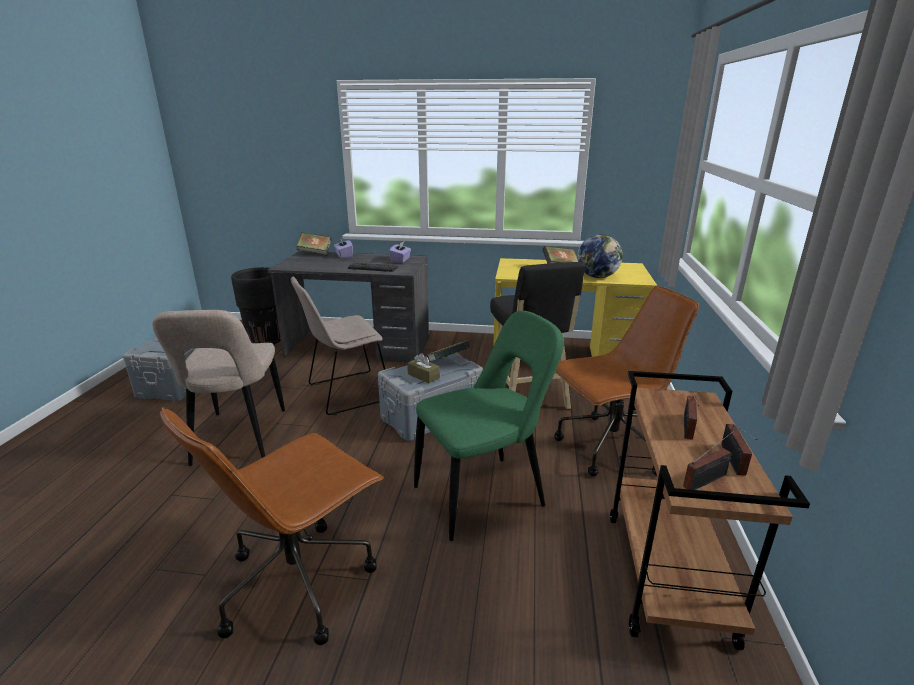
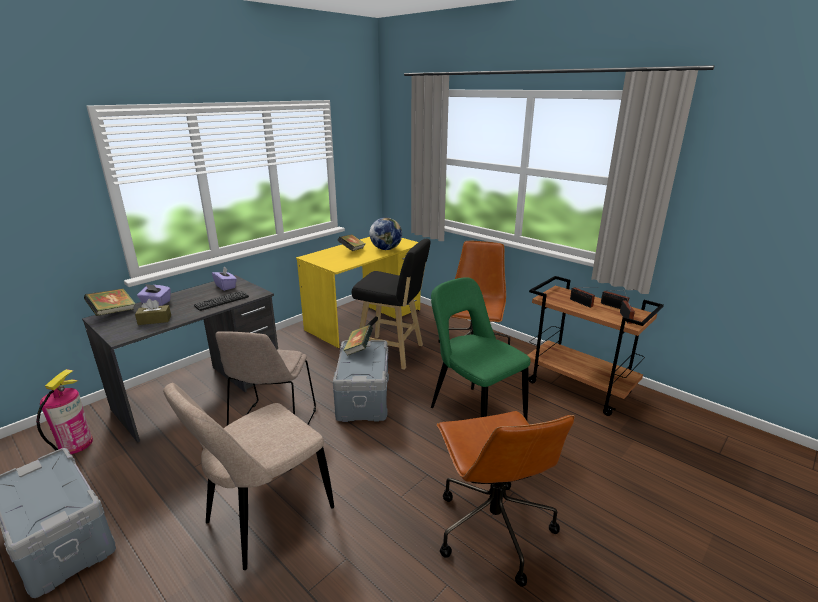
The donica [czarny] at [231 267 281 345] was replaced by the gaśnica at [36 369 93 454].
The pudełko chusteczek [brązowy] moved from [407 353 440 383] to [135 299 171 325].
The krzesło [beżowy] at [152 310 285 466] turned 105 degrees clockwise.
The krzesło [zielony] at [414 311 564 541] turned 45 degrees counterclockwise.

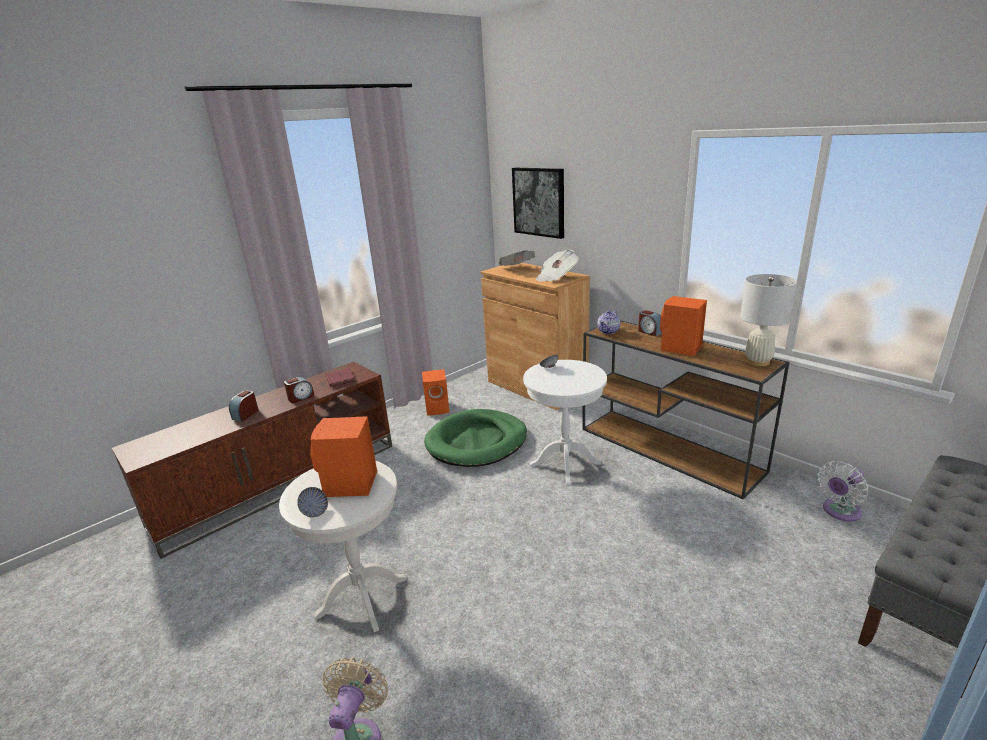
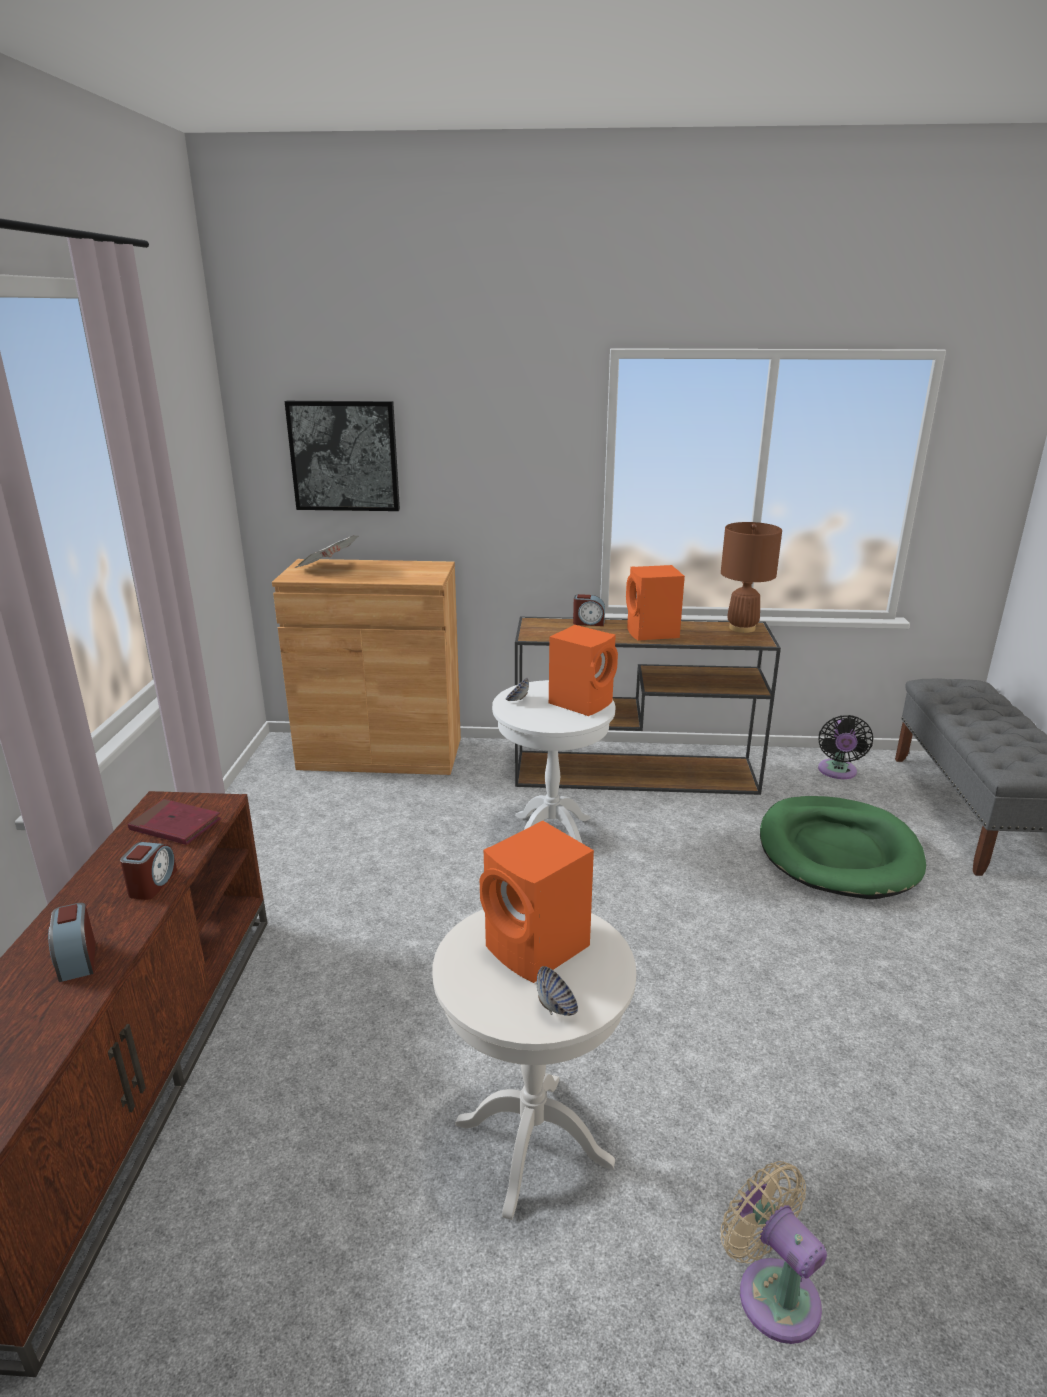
The głośnik [pomarańczowy] moved from [422 369 450 415] to [549 625 618 716].
The lampa stołowa [biały] at [740 274 797 366] became the lampa stołowa [brązowy] at [721 522 782 633].
The legowisko [zielony] moved from [424 409 527 467] to [760 796 926 899].
The wentylator [biały] at [817 461 869 522] became the wentylator [czarny] at [818 715 873 779].
The gazeta at [536 249 579 281] disappeared.
The imbryk at [597 310 620 334] disappeared.

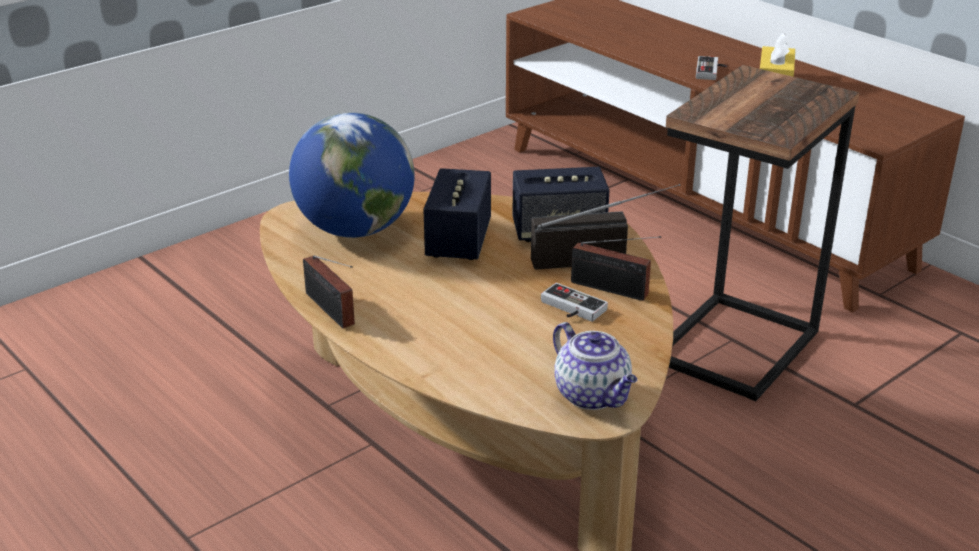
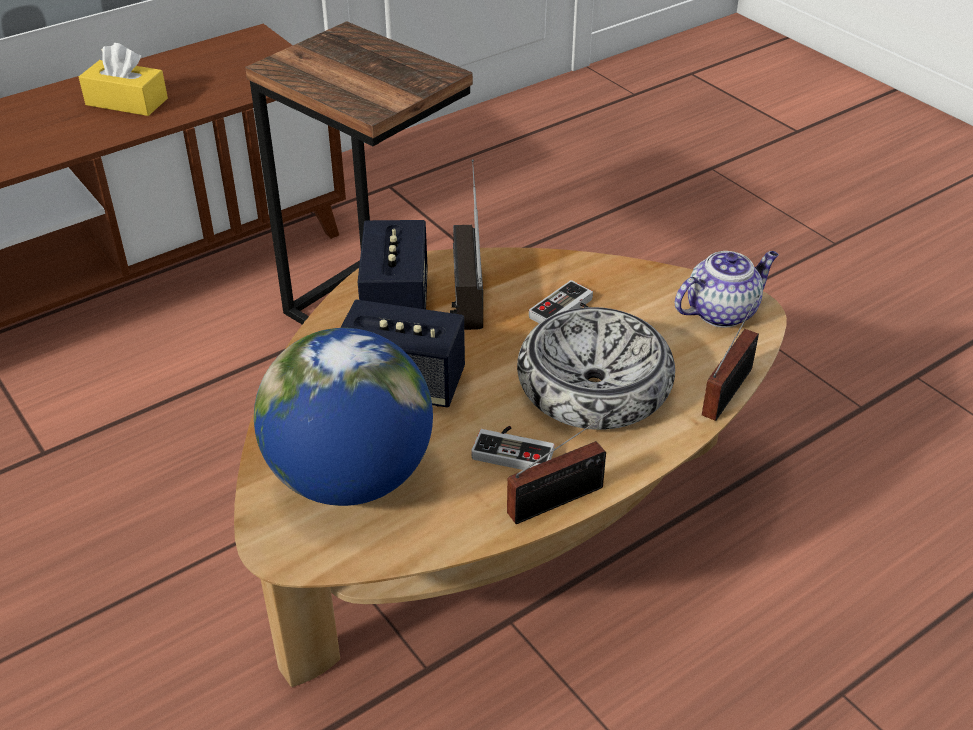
The pad do gier moved from [696 56 727 80] to [471 426 554 470].
The miska at [517 307 675 430] appeared.
The radio moved from [571 236 661 301] to [702 295 760 421].

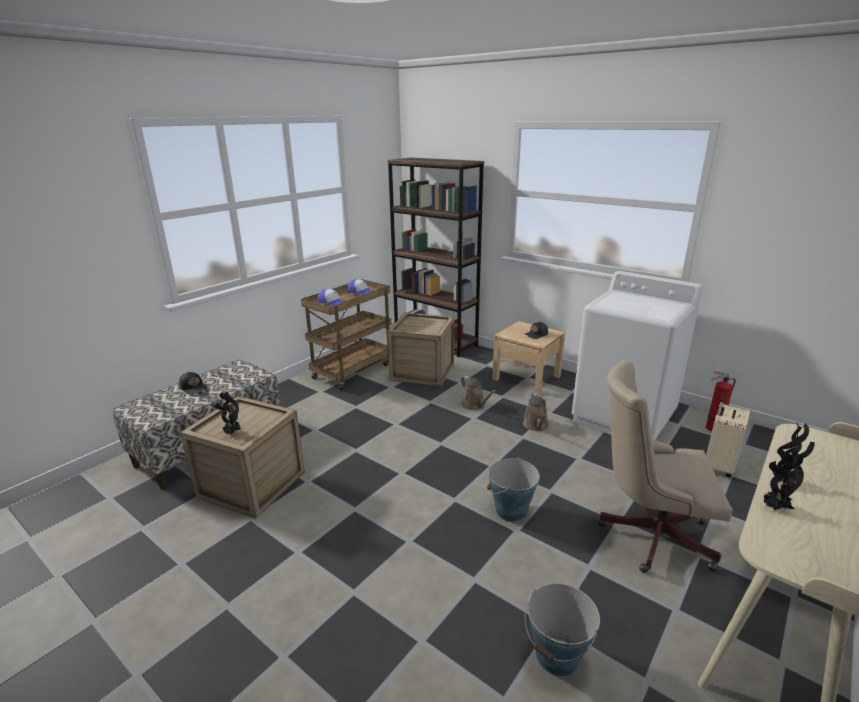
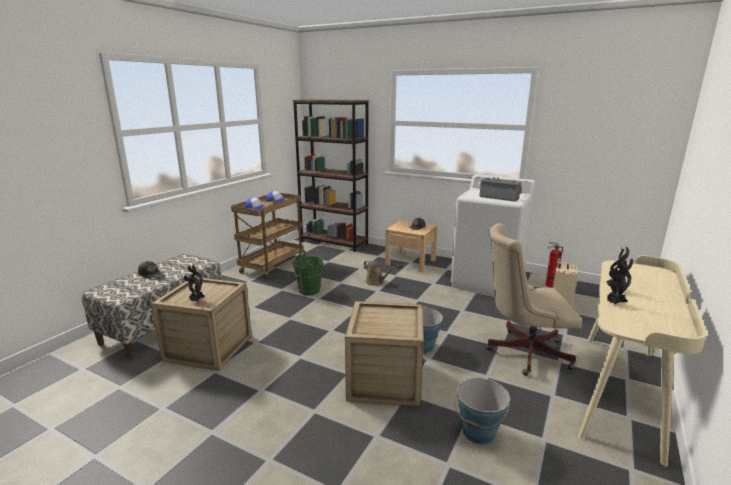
The wiadro [zielony] at [293 250 323 295] appeared.
The skrzynka moved from [387 312 454 387] to [345 301 424 407].
The radio at [480 177 522 201] appeared.
The konewka [brązowy] at [523 393 549 431] disappeared.

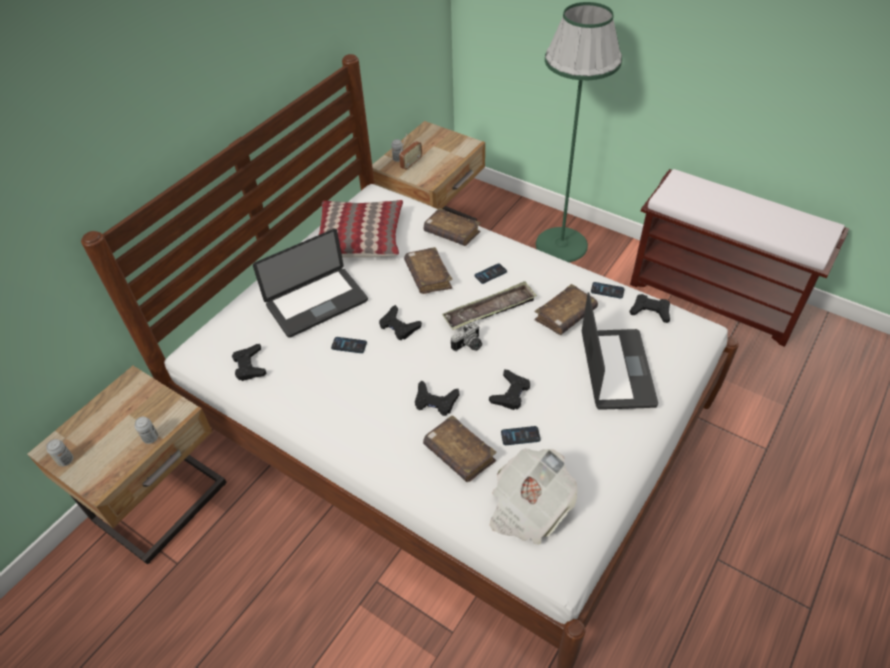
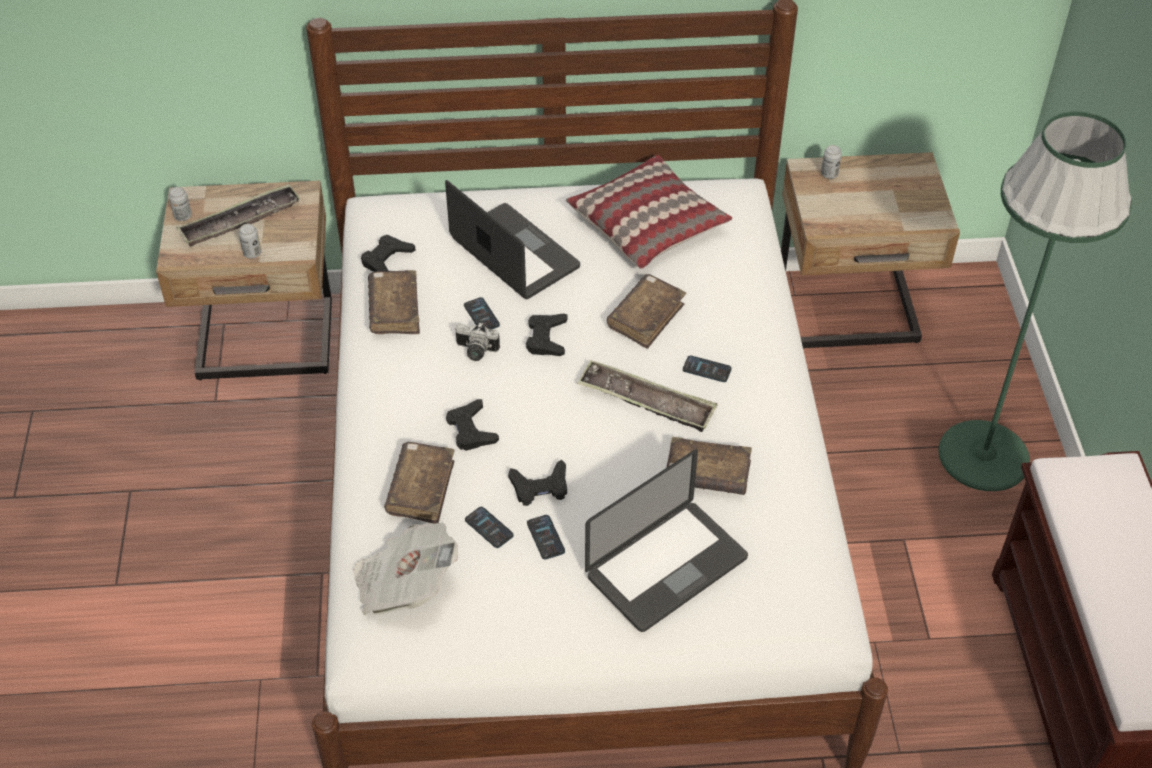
The taca at [176 183 301 247] appeared.
The książka [brązowy] moved from [424 208 481 246] to [368 270 420 334].
The laptop at [253 229 368 338] turned 150 degrees counterclockwise.
The aparat fotograficzny moved from [451 322 482 351] to [456 322 500 361].
The telefon moved from [591 282 625 299] to [527 515 565 560].
The radio at [399 133 422 170] disappeared.
The pad do gier [czarny] at [630 294 670 323] disappeared.

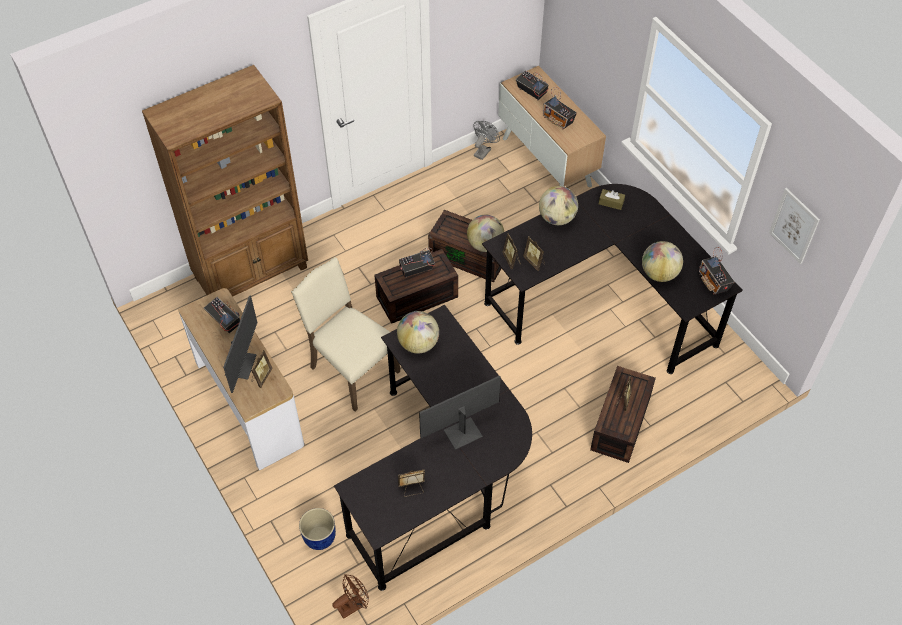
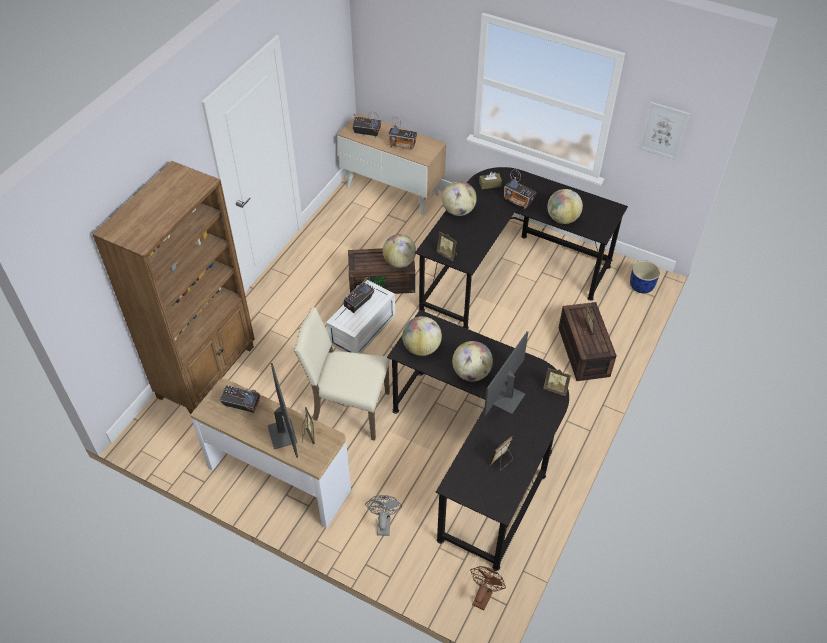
The pojemnik do przechowywania [brązowy] at [374 249 458 324] became the pojemnik do przechowywania [biały] at [326 280 395 354].
The wentylator [szary] moved from [473 121 500 160] to [365 495 402 536].
The globus at [452 341 493 381] appeared.
The radio moved from [699 247 734 295] to [504 169 537 209].
The ramka na zdjęcie moved from [523 237 545 271] to [543 368 571 396].
The donica [niebieski] moved from [299 508 336 550] to [630 261 660 293].

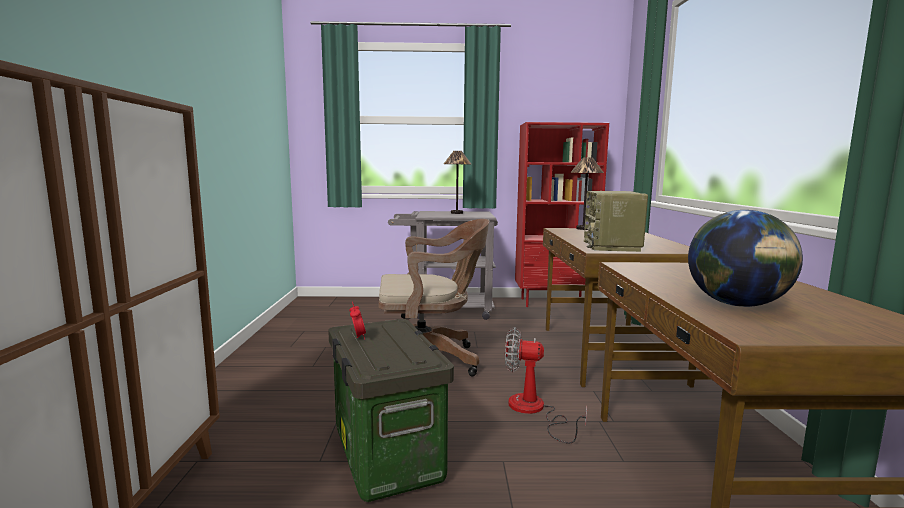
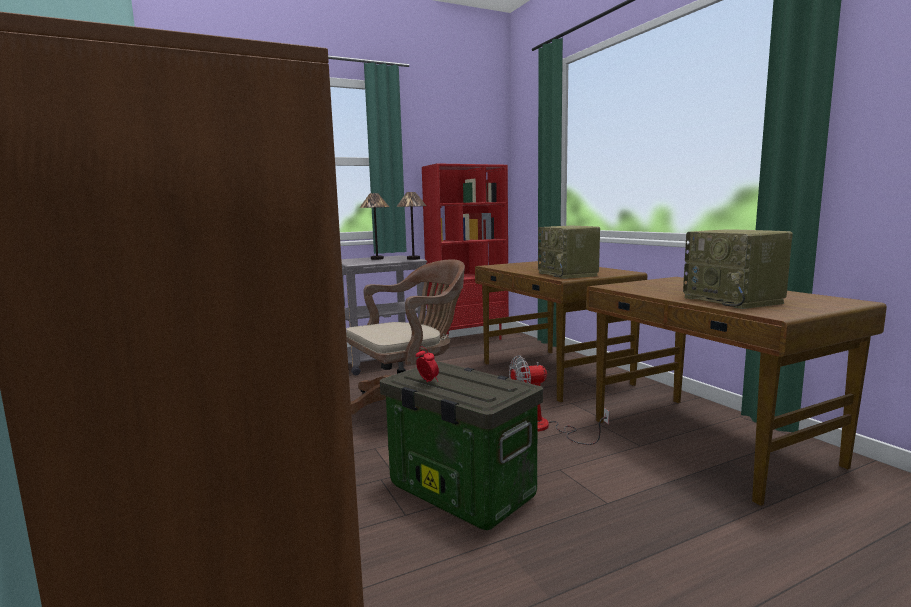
The lampa stołowa moved from [570 157 604 230] to [396 192 426 260].
The globus at [688 210 803 307] was replaced by the radio at [683 229 793 309].

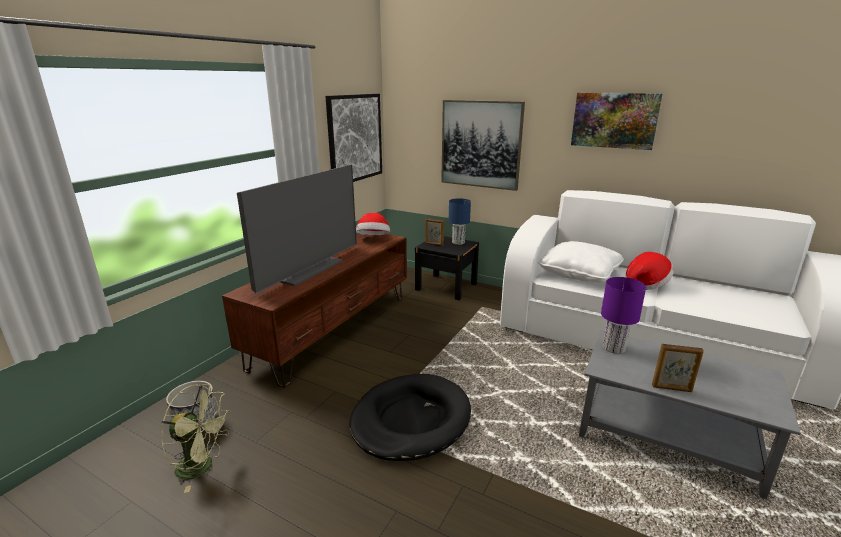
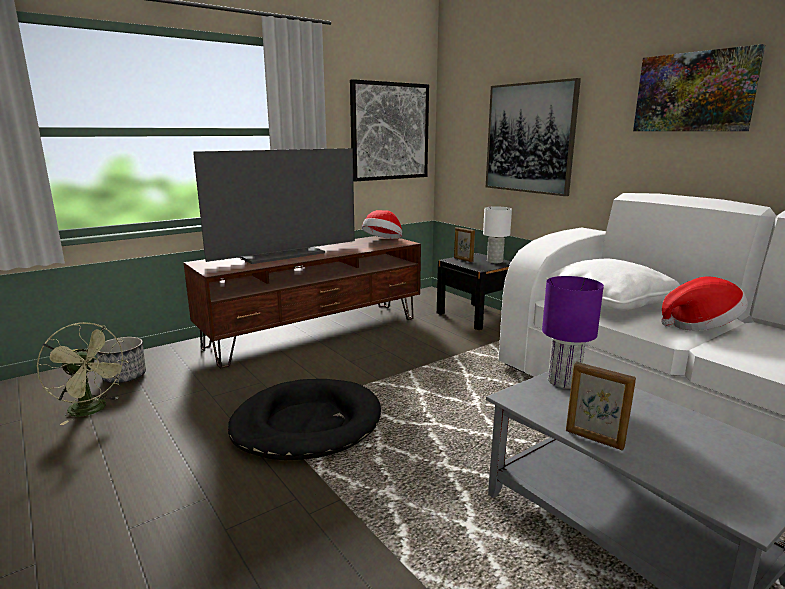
The lampa stołowa [niebieski] at [449 198 471 245] became the lampa stołowa [biały] at [483 206 512 263].

